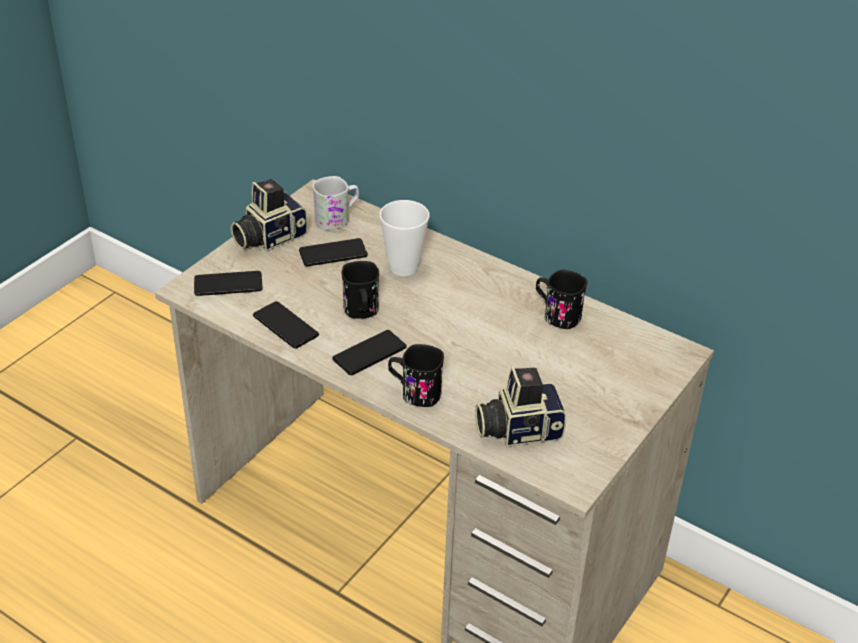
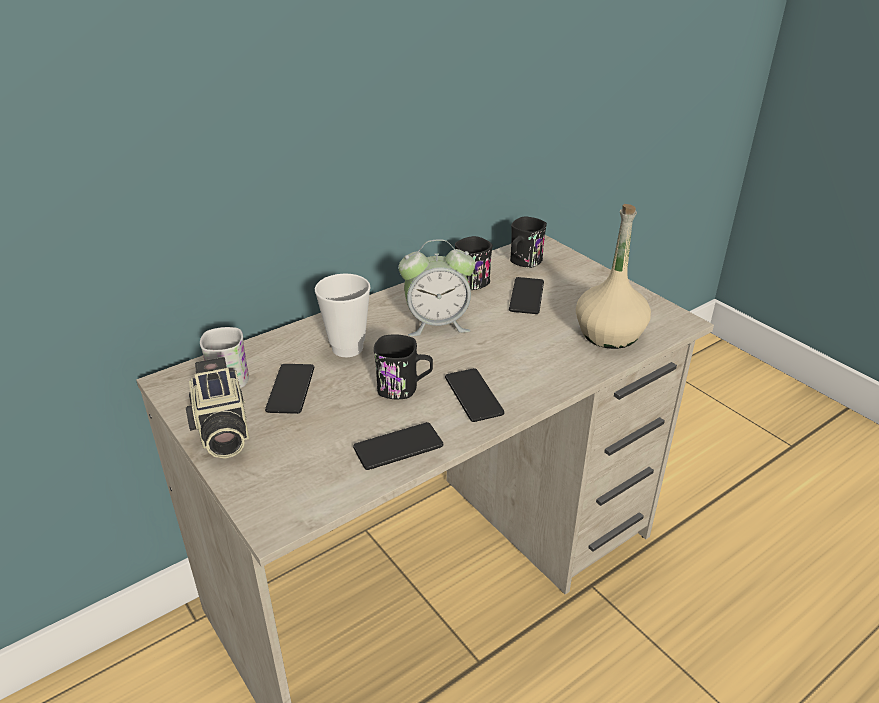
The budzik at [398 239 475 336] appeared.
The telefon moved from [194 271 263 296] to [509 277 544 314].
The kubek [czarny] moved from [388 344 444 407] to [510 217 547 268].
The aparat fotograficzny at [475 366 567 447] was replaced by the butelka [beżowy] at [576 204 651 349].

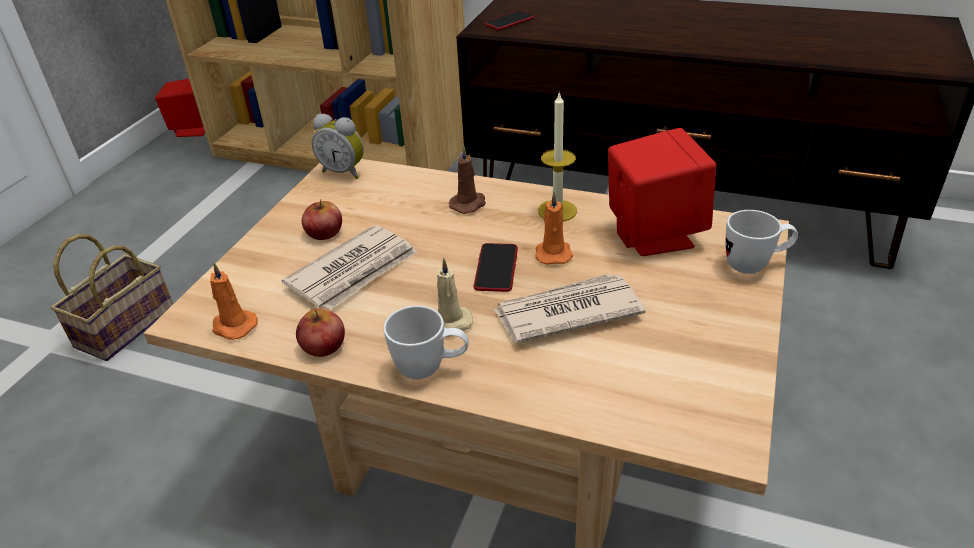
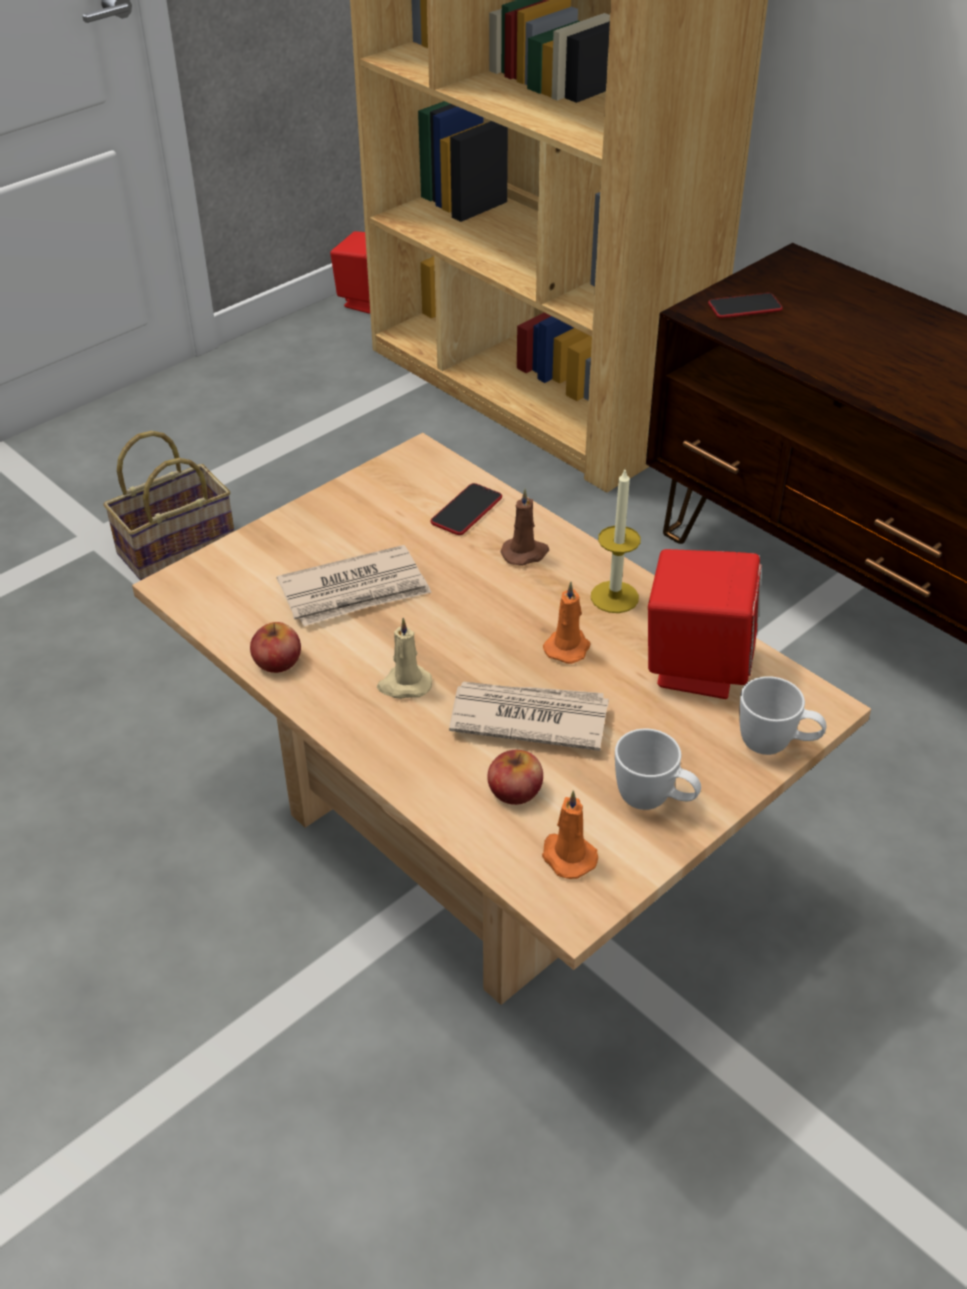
The telefon moved from [473 243 518 292] to [430 483 502 535].
The jabłko moved from [302 200 342 240] to [487 750 543 805].
The świeca [pomarańczowy] moved from [210 262 258 340] to [542 790 598 879].
The kubek [biały] moved from [383 306 469 379] to [615 728 701 810].
The budzik at [312 114 364 179] disappeared.

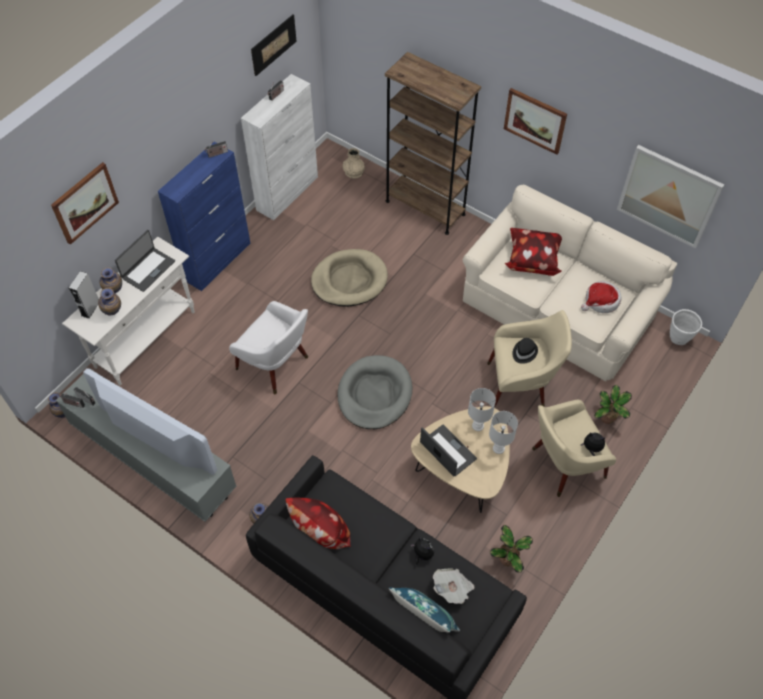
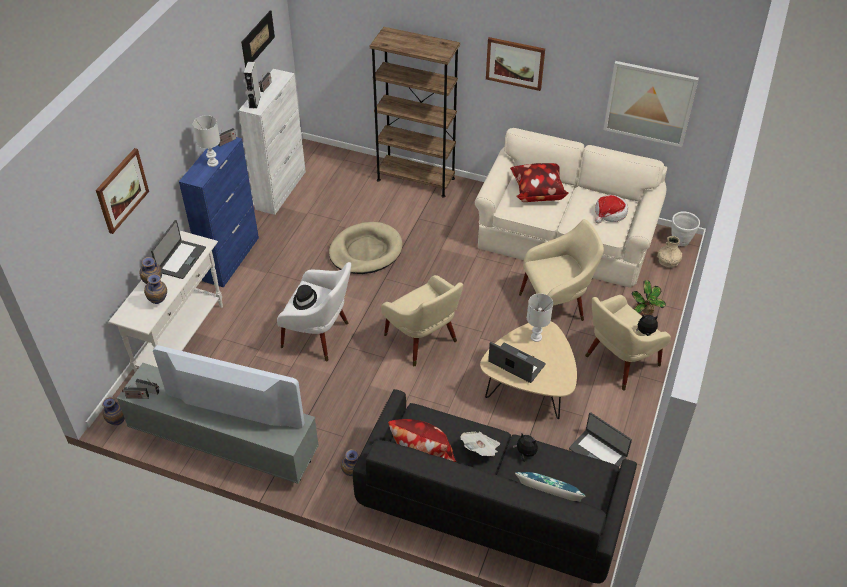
The lampa stołowa [biały] moved from [489 411 518 454] to [193 115 220 167].
The głośnik [szary] moved from [69 271 99 319] to [244 61 260 109].
The kapelusz [czarny] moved from [512 338 538 364] to [293 285 317 310].
The legowisko [szary] at [338 355 412 429] was replaced by the fotel [beżowy] at [381 275 463 366].
The gazeta moved from [433 568 475 604] to [460 432 500 457].
The roślina doniczkowa at [490 525 533 573] was replaced by the laptop at [569 412 632 467].
The wazon [beżowy] moved from [343 148 365 179] to [658 236 682 268].

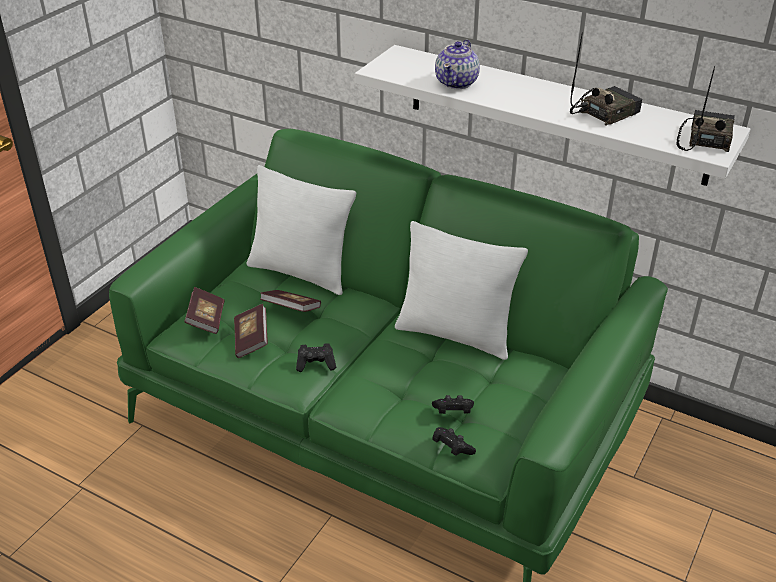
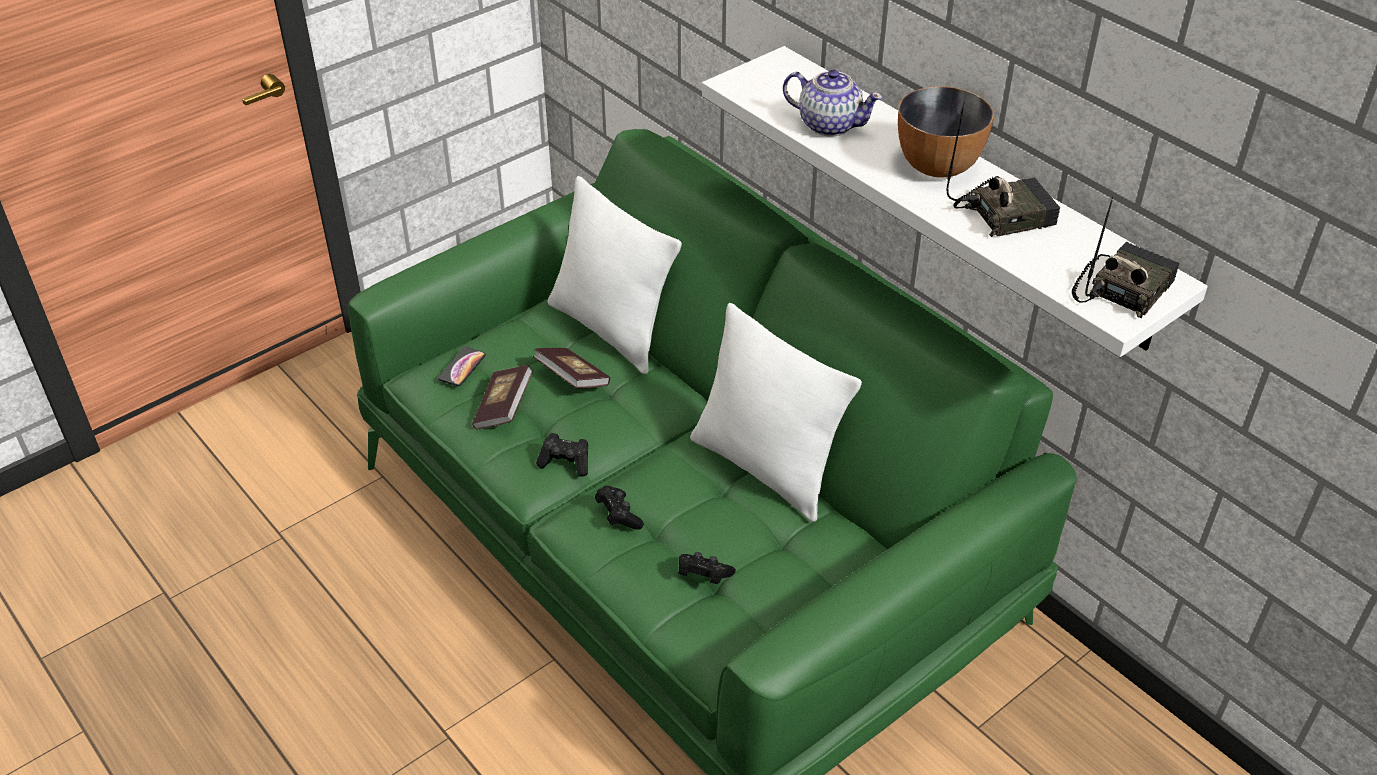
The książka at [185 287 225 334] was replaced by the telefon at [438 347 486 386].
The pad do gier [czarny] moved from [432 427 476 456] to [595 486 644 530].
The imbryk at [435 39 480 89] turned 105 degrees counterclockwise.
The miska at [898 86 994 178] appeared.

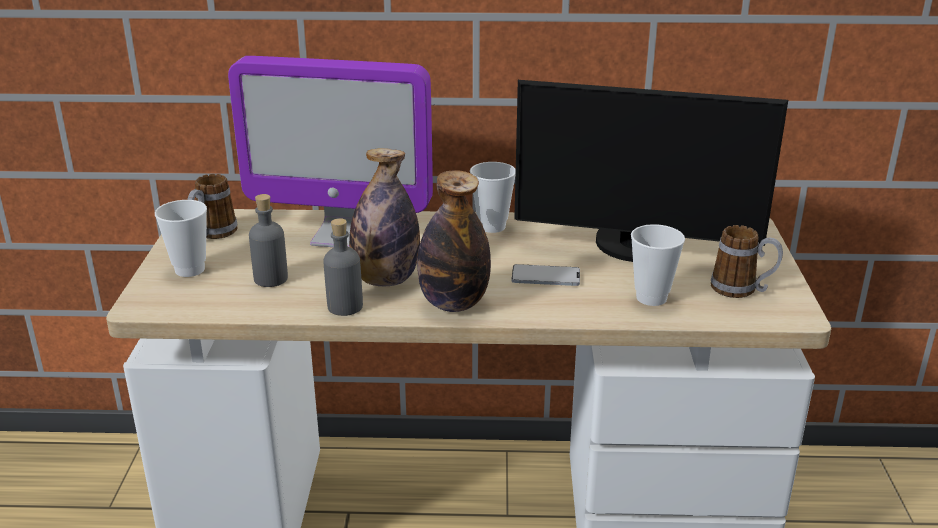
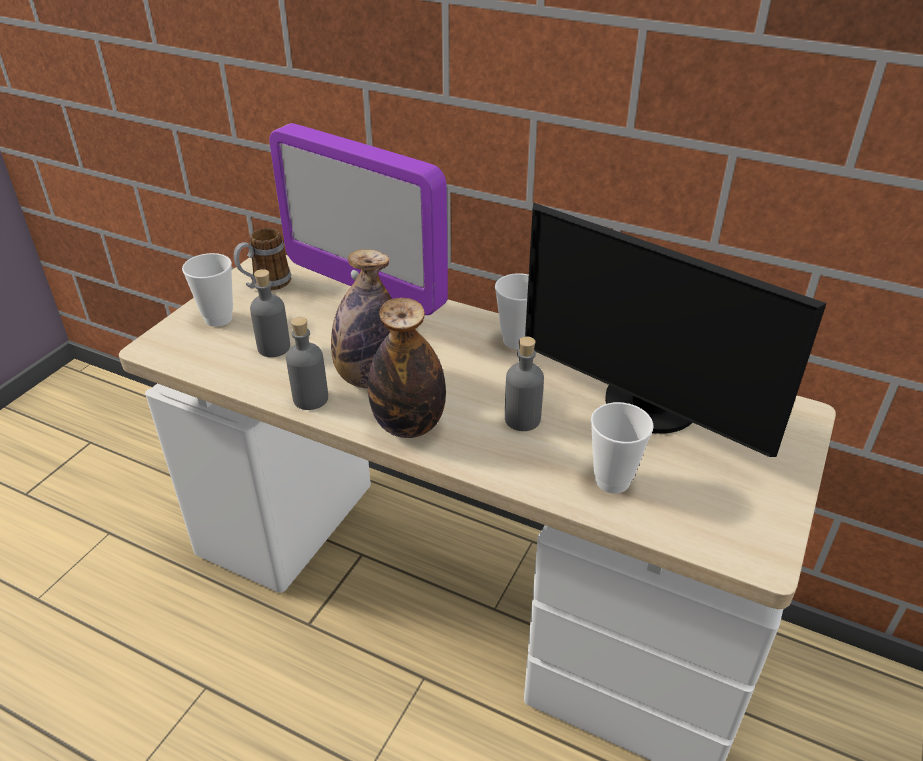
The telefon at [512 264 580 286] was replaced by the butelka [szary] at [505 337 544 431].
The kubek at [711 225 783 298] disappeared.

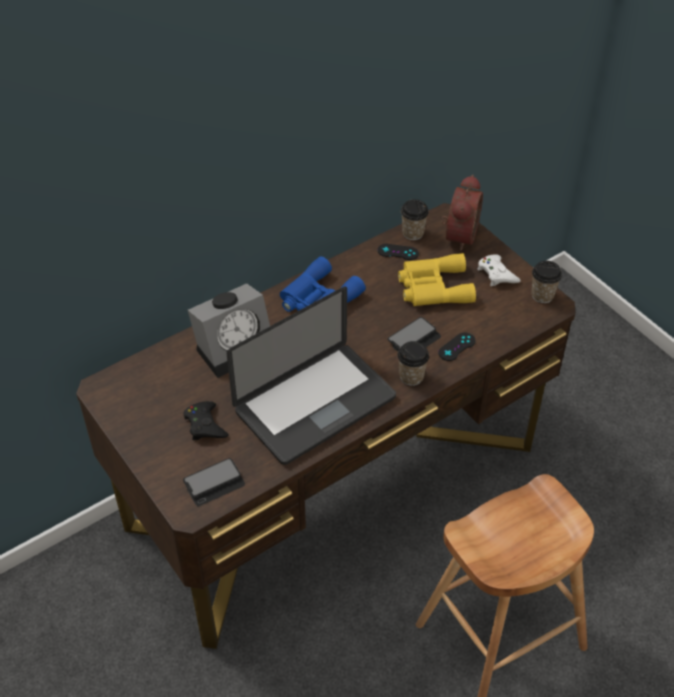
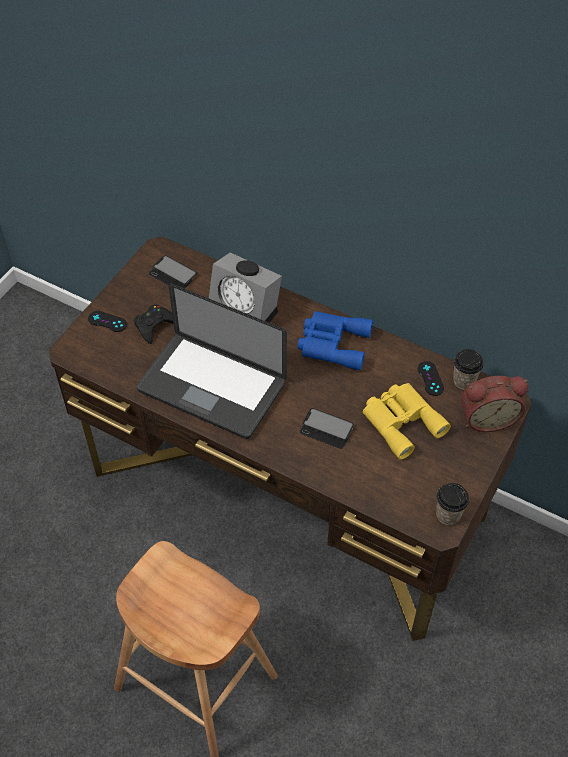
The pad do gier [czarny] moved from [438 332 475 361] to [88 311 127 332].
The telefon moved from [183 458 245 506] to [149 255 197 289].
The filiżanka at [397 341 429 386] disappeared.
The pad do gier [biały] at [477 254 521 286] disappeared.

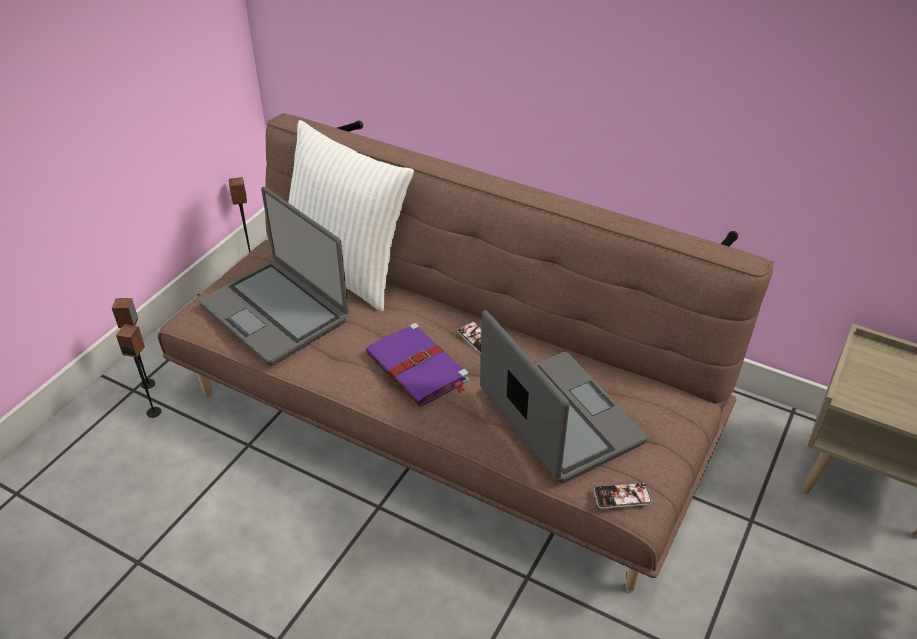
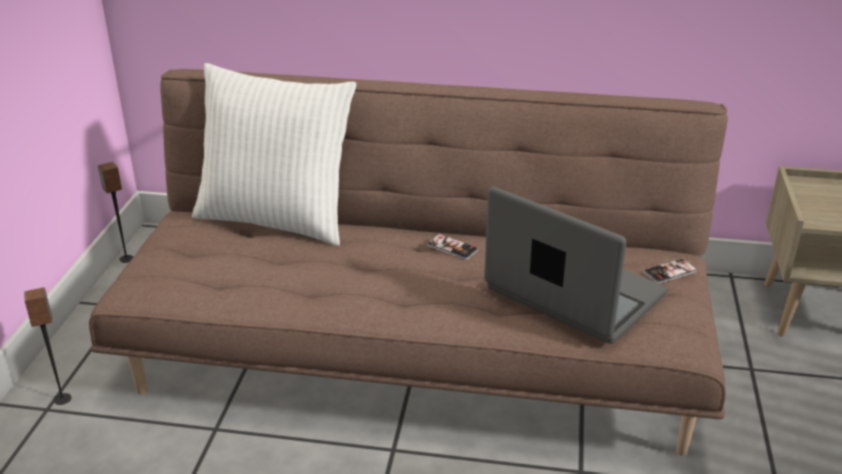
The telefon moved from [594 483 652 509] to [644 258 697 284].
The głośnik at [116 324 161 418] disappeared.
The laptop at [199 187 349 365] disappeared.
The książka [fioletowy] at [366 323 469 406] disappeared.

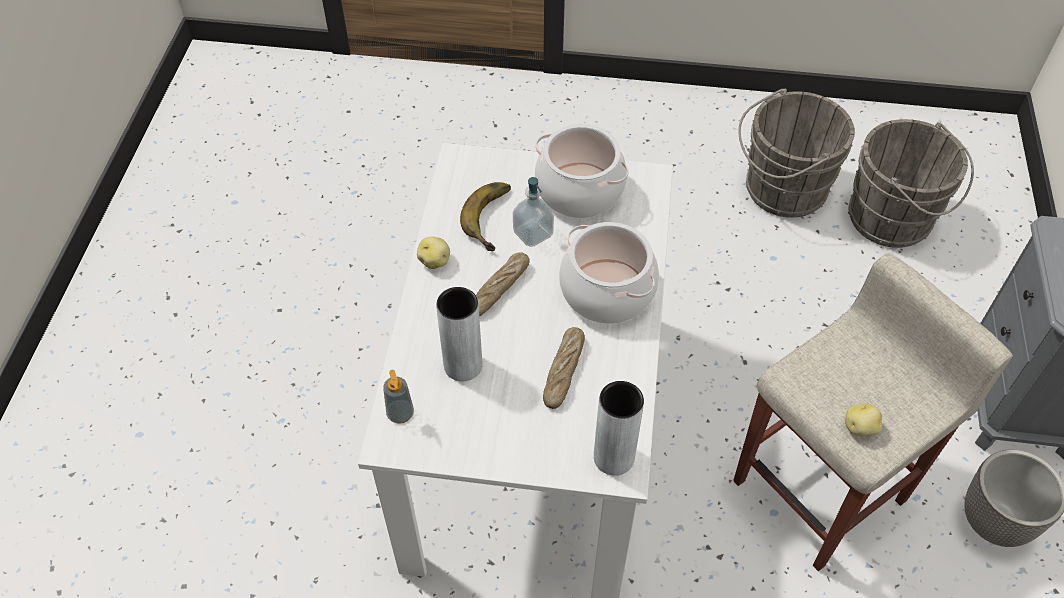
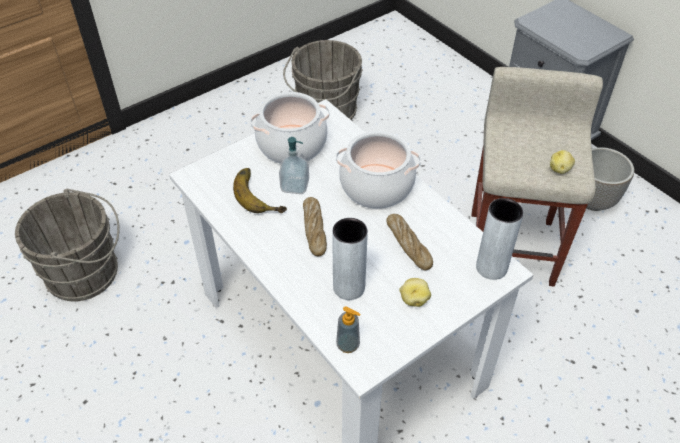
The wiadro [szary] moved from [848 119 974 248] to [15 189 120 301].
The ziemniak moved from [417 237 450 269] to [399 278 431 307].

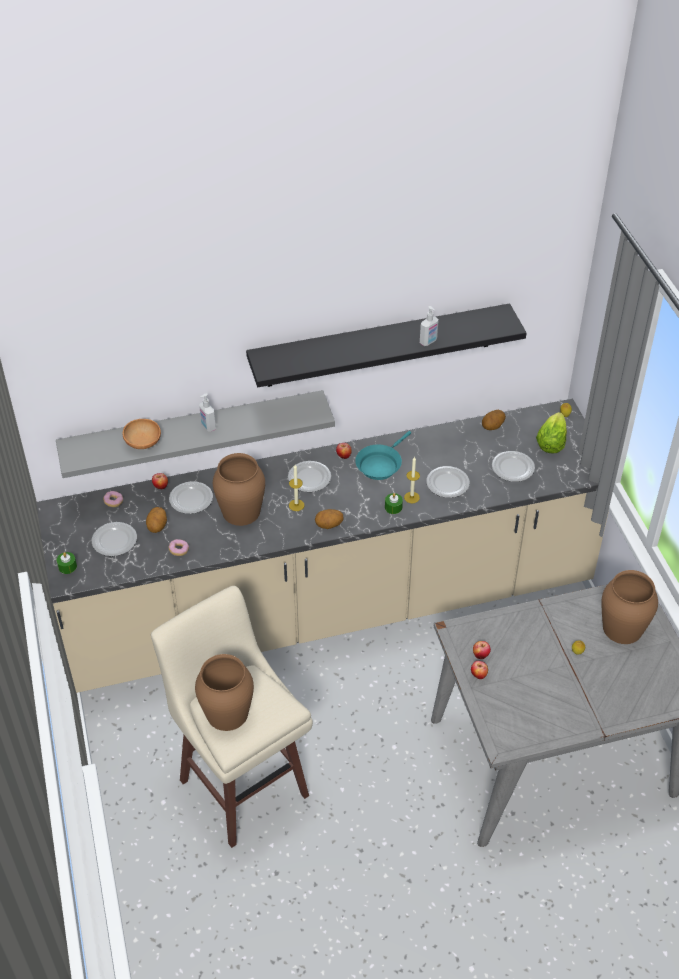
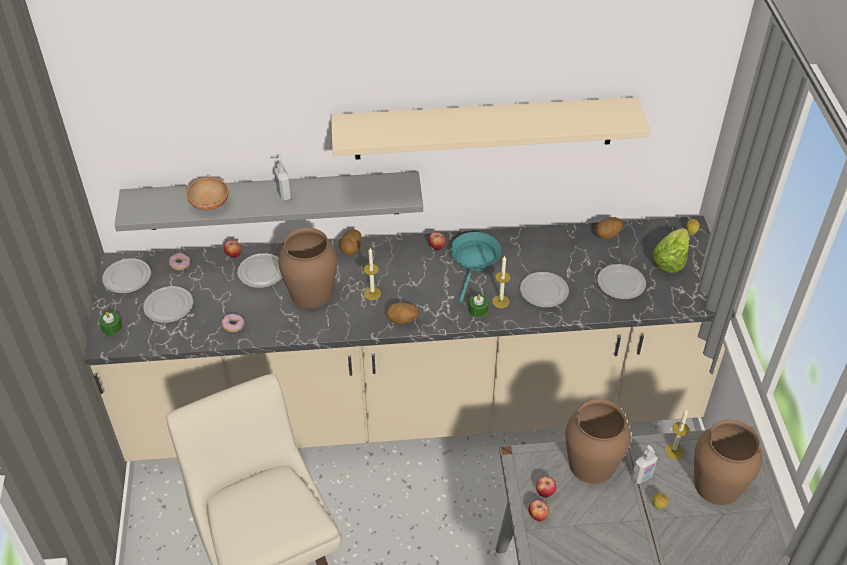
The talerz moved from [288 461 331 492] to [102 258 151 294].
The półka [czarny] at [246 304 527 387] became the półka [beżowy] at [331 97 651 160].
The ziemniak moved from [146 507 167 533] to [340 229 362 255].
The patelnia [turkusowy] at [355 431 411 480] turned 150 degrees clockwise.
The wazon [brązowy] moved from [195 654 254 731] to [565 399 631 484].
The dozownik mydła moved from [420 306 439 346] to [631 445 658 484].
The świeca at [664 409 689 459] appeared.

